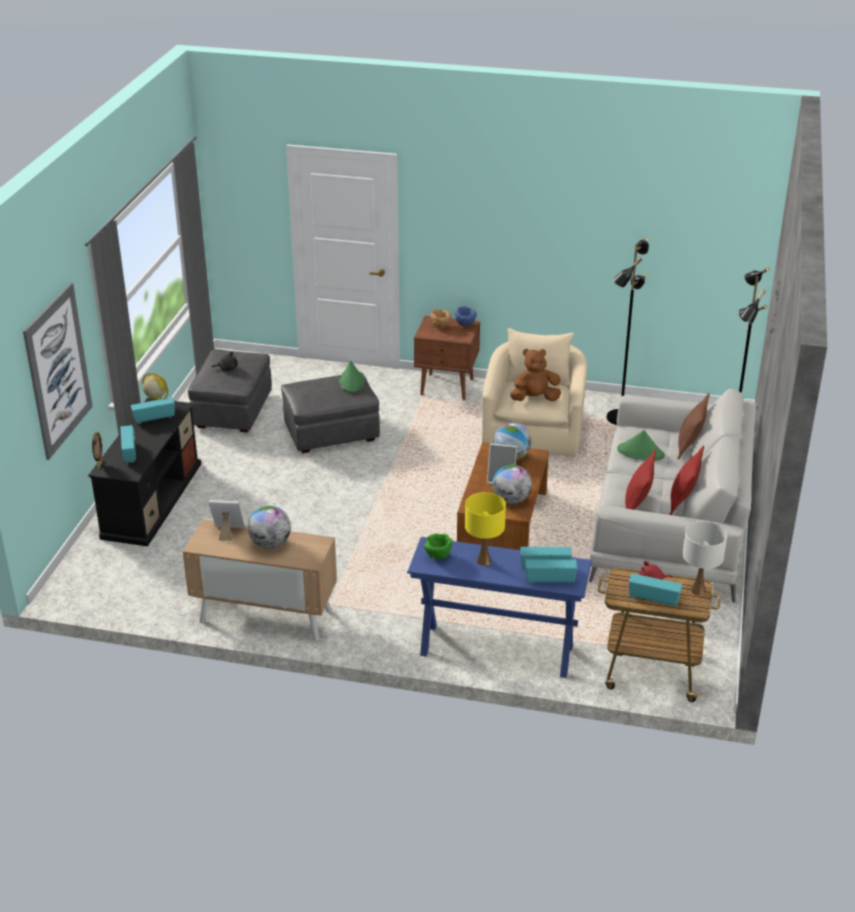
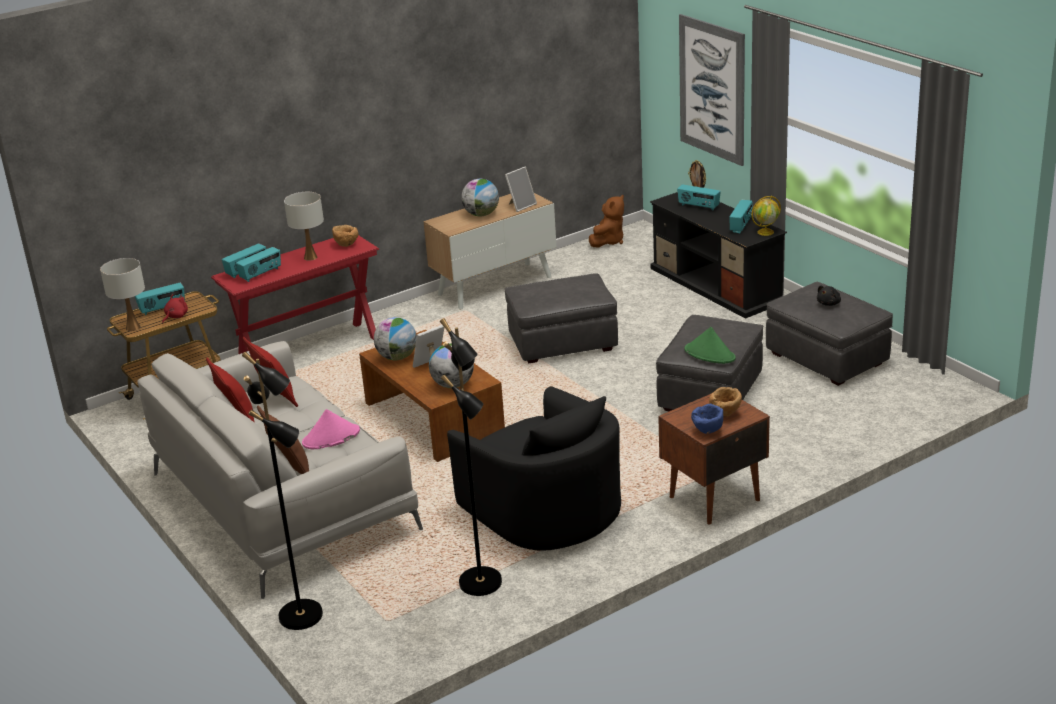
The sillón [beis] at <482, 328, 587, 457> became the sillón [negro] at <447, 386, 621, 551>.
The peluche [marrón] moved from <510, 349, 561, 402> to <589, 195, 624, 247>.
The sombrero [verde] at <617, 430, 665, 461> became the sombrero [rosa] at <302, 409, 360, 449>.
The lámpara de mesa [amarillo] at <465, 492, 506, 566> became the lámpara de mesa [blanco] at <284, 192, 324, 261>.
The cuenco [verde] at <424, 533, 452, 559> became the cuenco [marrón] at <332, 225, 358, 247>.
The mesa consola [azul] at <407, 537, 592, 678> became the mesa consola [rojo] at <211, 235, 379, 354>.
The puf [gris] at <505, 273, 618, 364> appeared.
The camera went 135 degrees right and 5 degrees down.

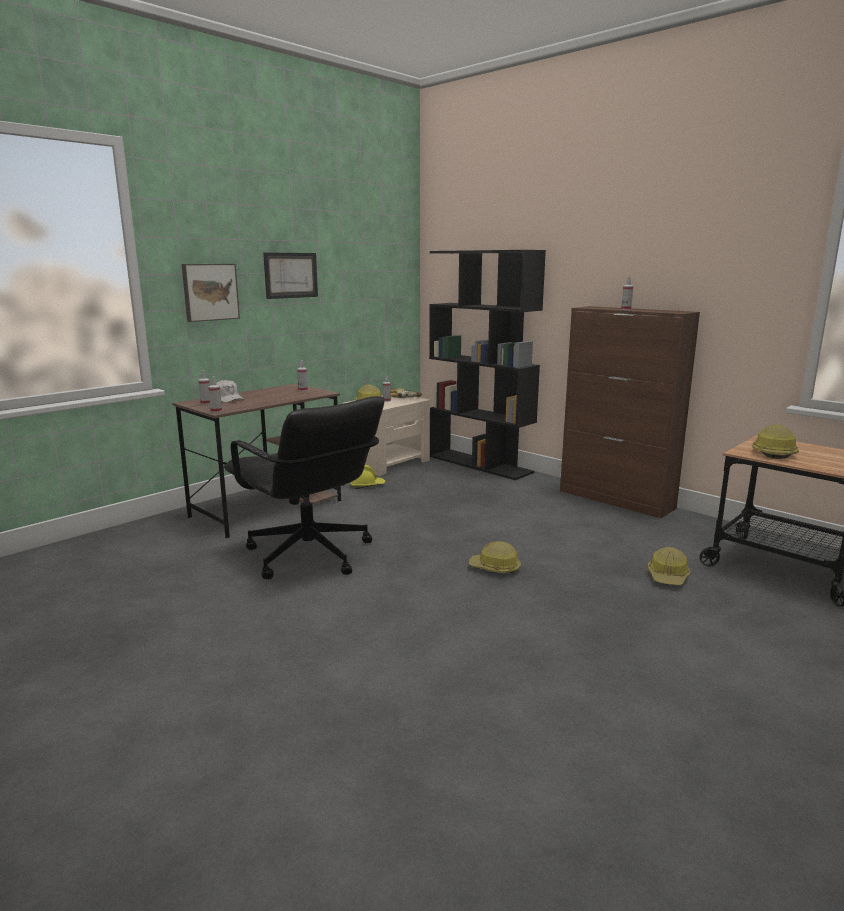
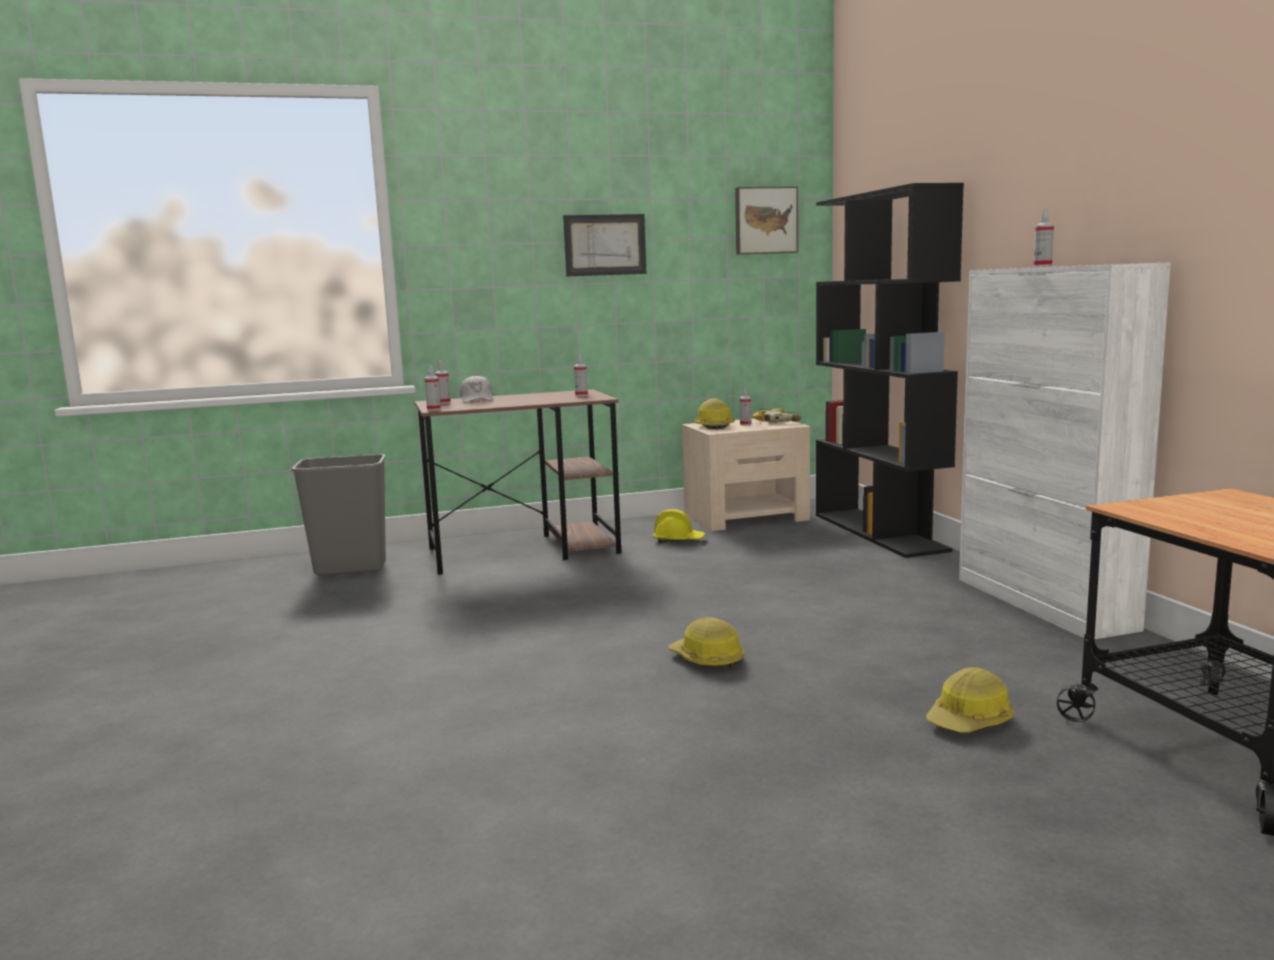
The cuadro moved from <182, 264, 240, 322> to <735, 186, 798, 254>.
The armario [marrón] at <560, 306, 700, 518> became the armario [blanco] at <959, 262, 1171, 639>.
The silla de oficina [negro] at <224, 396, 384, 579> disappeared.
The casco at <752, 424, 799, 459> disappeared.
The papelera [gris] at <292, 454, 386, 576> appeared.
The camera went 30 degrees right and 5 degrees down.

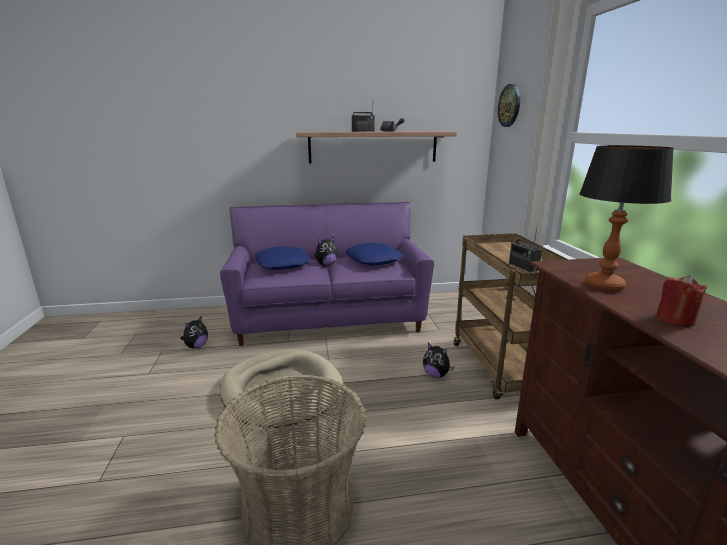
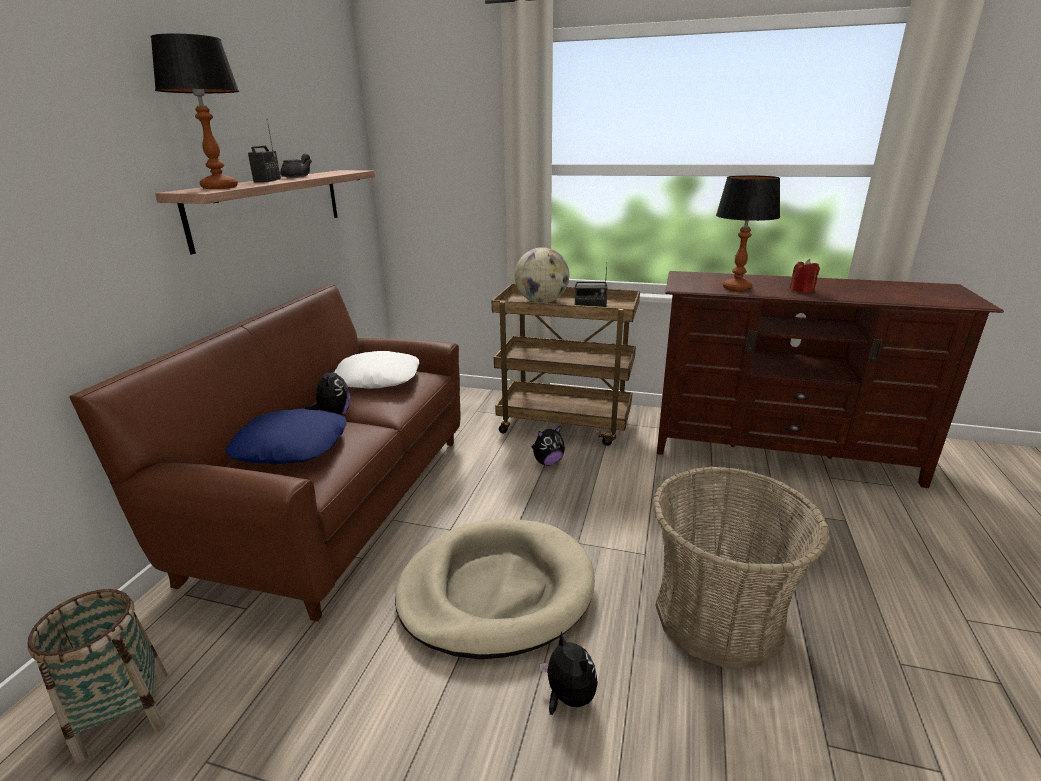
The reloj de pared at <498, 84, 520, 127> disappeared.
The sofá [morado] at <220, 202, 434, 346> became the sofá [marrón] at <69, 284, 460, 622>.
The cojín [azul] at <346, 243, 403, 265> became the cojín [blanco] at <334, 351, 419, 388>.
The peluche moved from <180, 317, 208, 349> to <539, 631, 598, 715>.
The lámpara de mesa at <151, 34, 239, 189> appeared.
The globo terráqueo at <515, 247, 569, 303> appeared.
The cesta at <28, 589, 168, 763> appeared.
The camera went 65 degrees left and 5 degrees up.

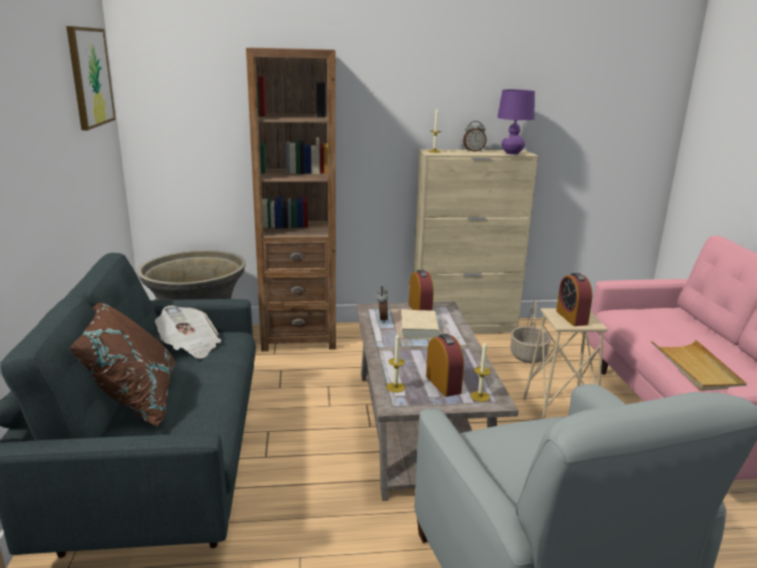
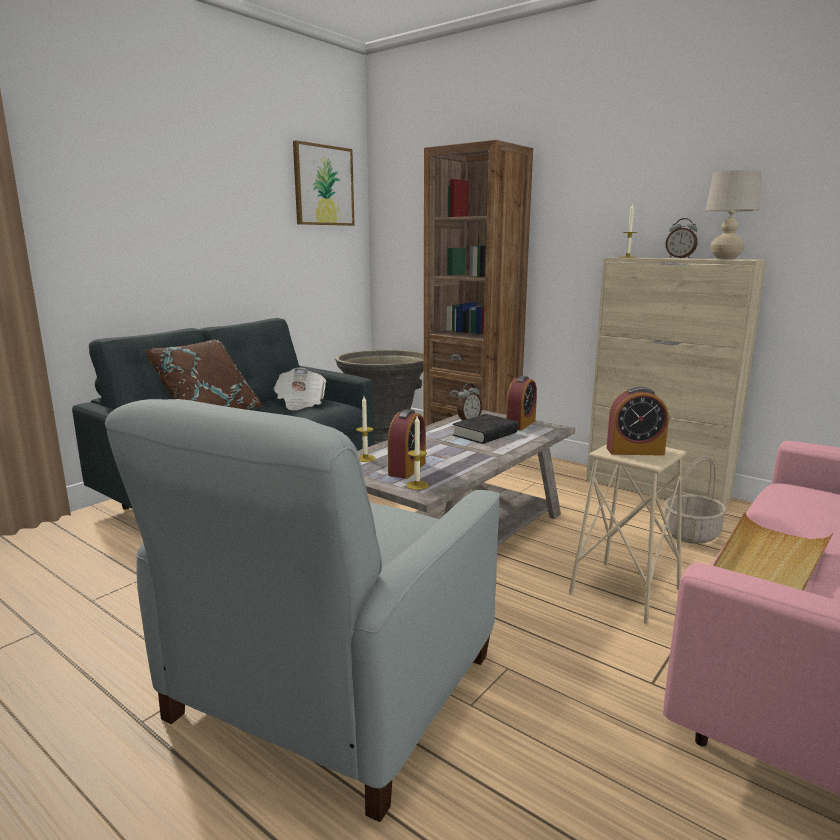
The lámpara de mesa [morado] at <497, 89, 535, 155> became the lámpara de mesa [beis] at <705, 170, 761, 260>.
The despertador at <556, 273, 593, 326> turned 120 degrees counterclockwise.
The libro [beis] at <401, 310, 440, 339> became the libro [negro] at <453, 414, 518, 444>.
The camera went 45 degrees right and 5 degrees down.

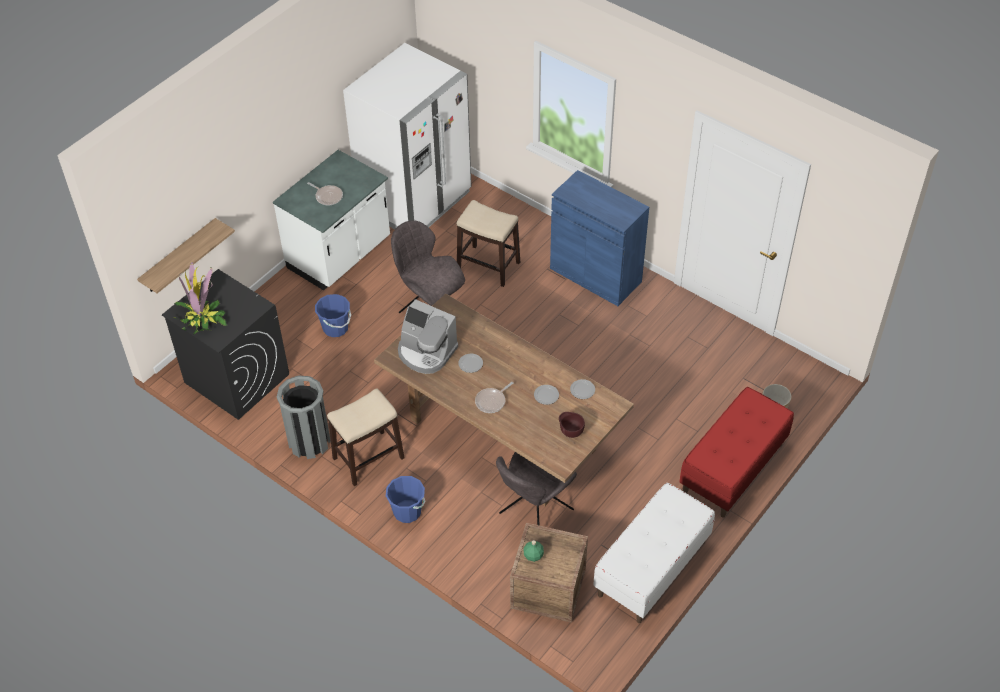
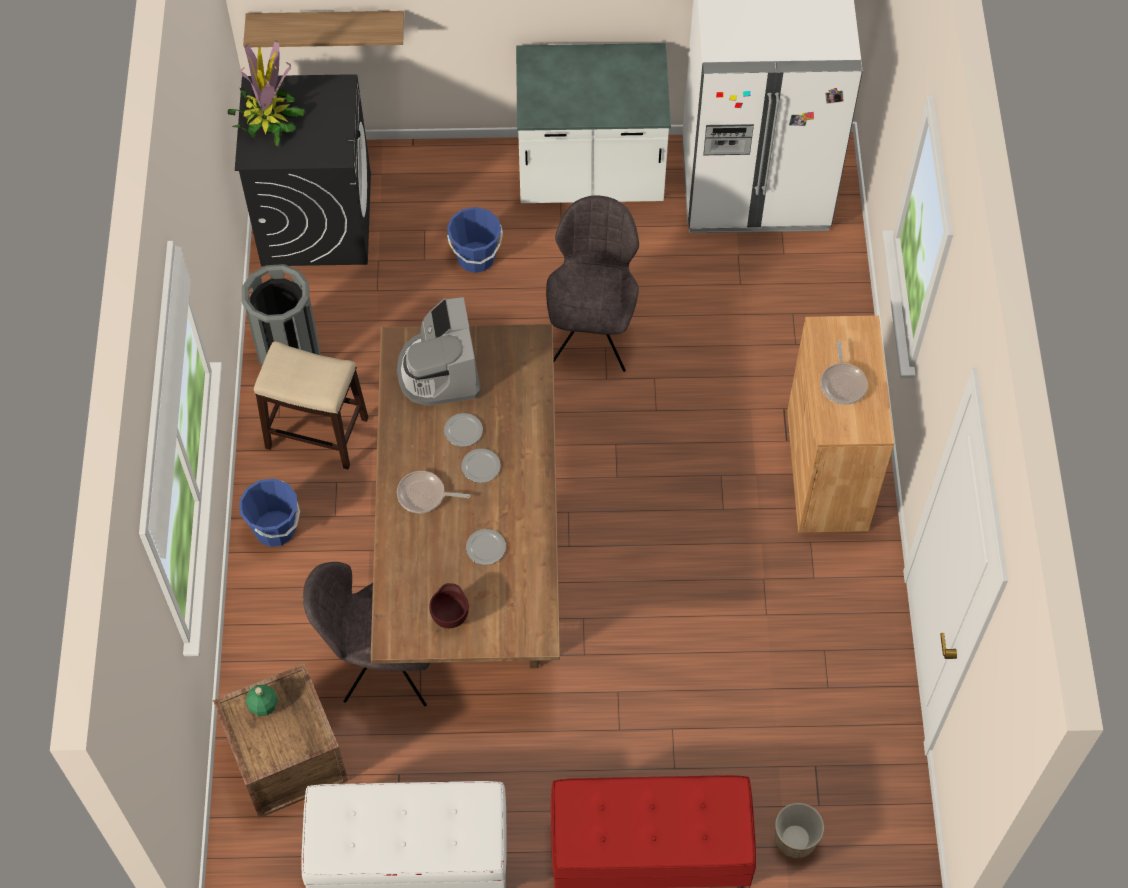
The armario [azul] at <550, 170, 649, 306> became the armario [marrón] at <787, 315, 894, 533>.
The sartén moved from <307, 182, 343, 206> to <820, 341, 868, 405>.
The taburete at <457, 200, 520, 287> disappeared.
The plato moved from <570, 379, 595, 399> to <461, 449, 501, 483>.
The camera went 50 degrees right and 10 degrees up.

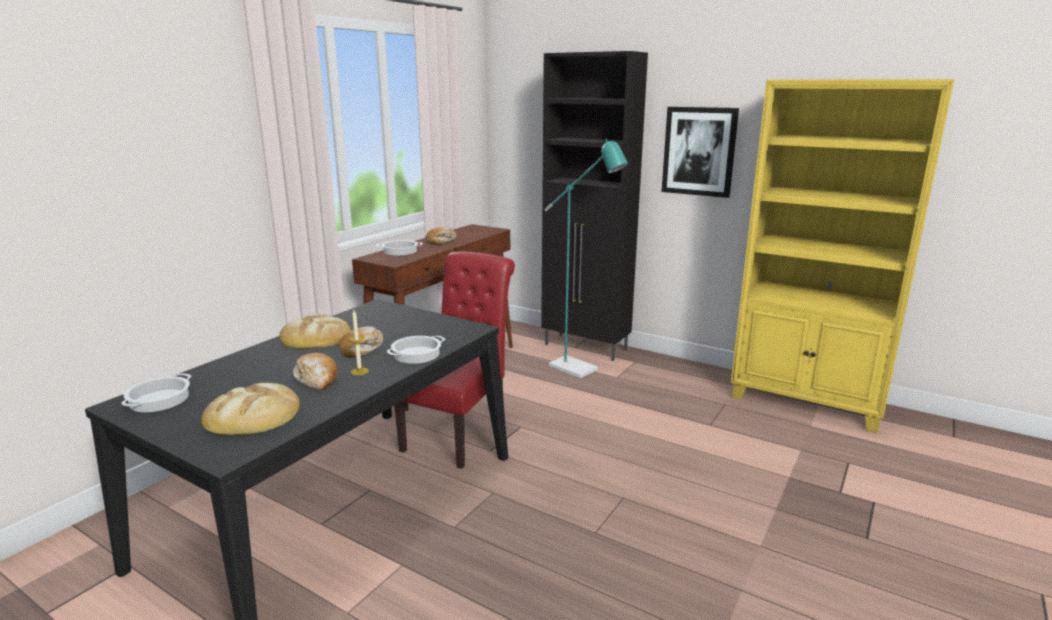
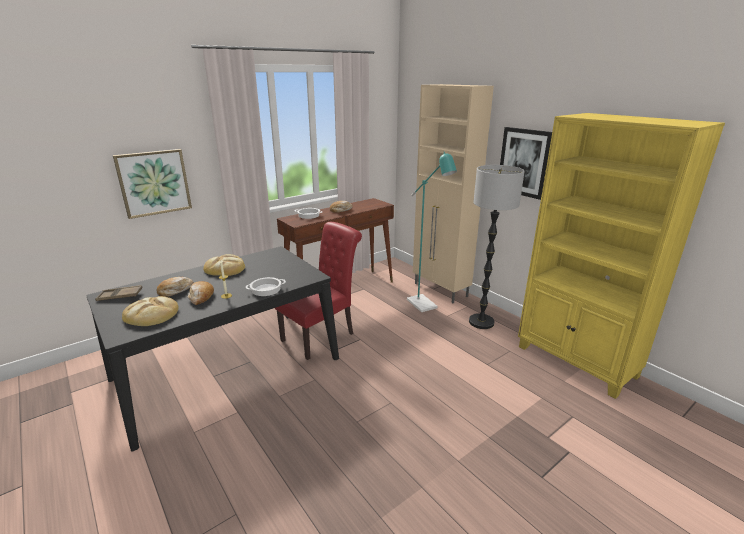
The armario [negro] at <541, 51, 648, 361> became the armario [beis] at <413, 84, 494, 303>.
The pan moved from <339, 326, 383, 358> to <157, 277, 194, 297>.
The olla at <121, 374, 191, 412> was replaced by the bandeja [marrón] at <95, 285, 143, 301>.
The cuadro at <113, 149, 192, 219> appeared.
The lámpara de pie at <469, 165, 525, 329> appeared.
The camera went 20 degrees right and 5 degrees up.

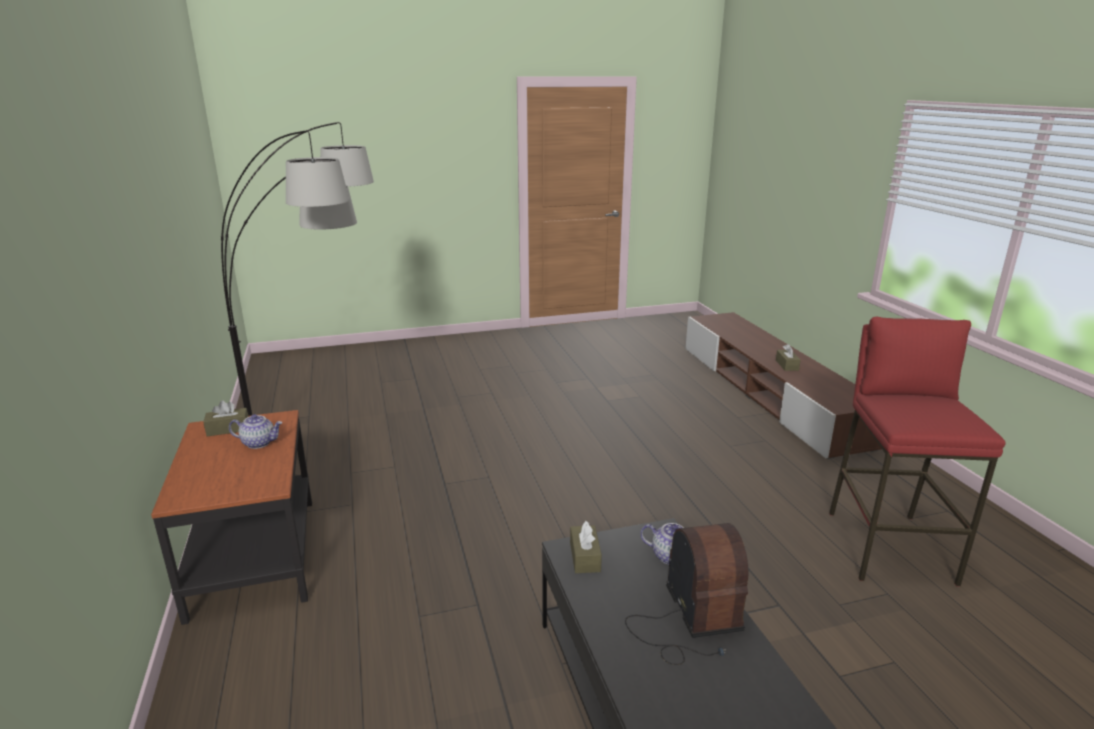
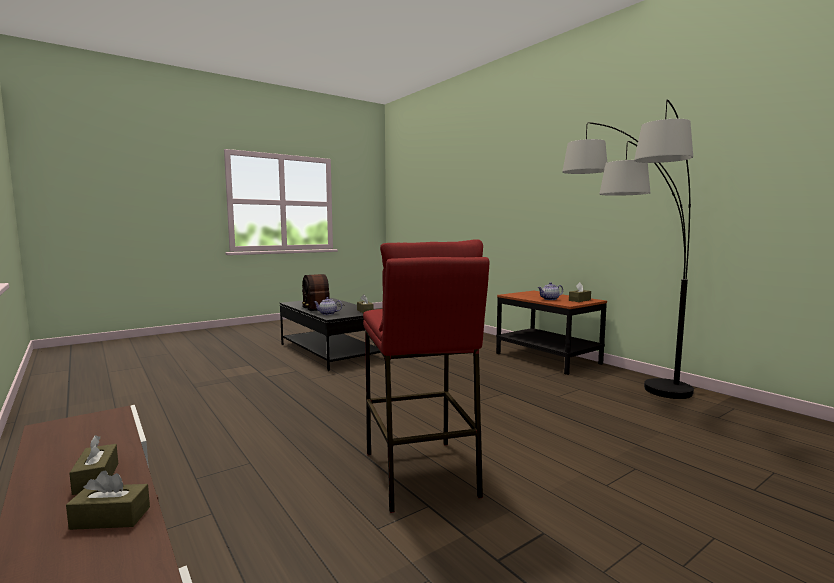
The taburete [rojo] moved from <829, 316, 1006, 587> to <363, 239, 489, 513>.
The caja de pañuelos [marrón] at <66, 471, 150, 530> appeared.
The camera went 160 degrees right and 15 degrees down.

